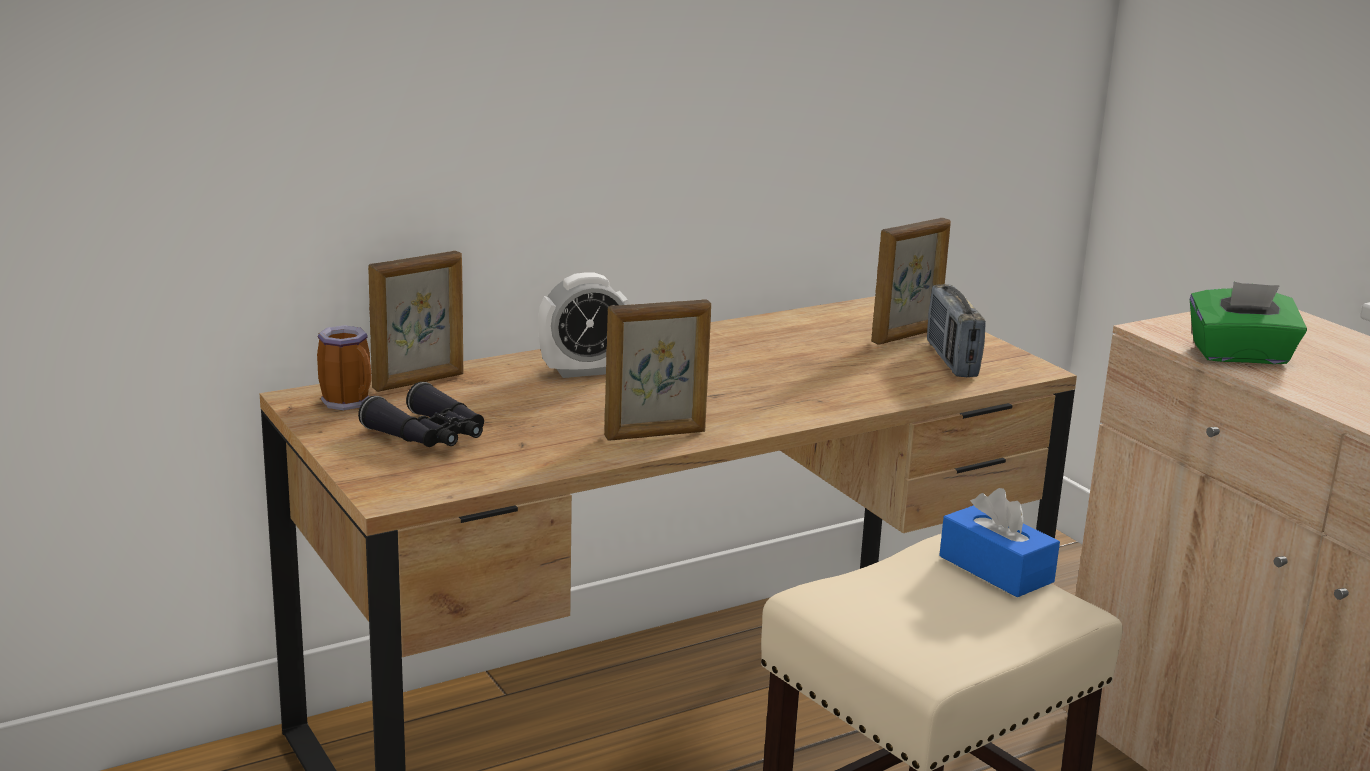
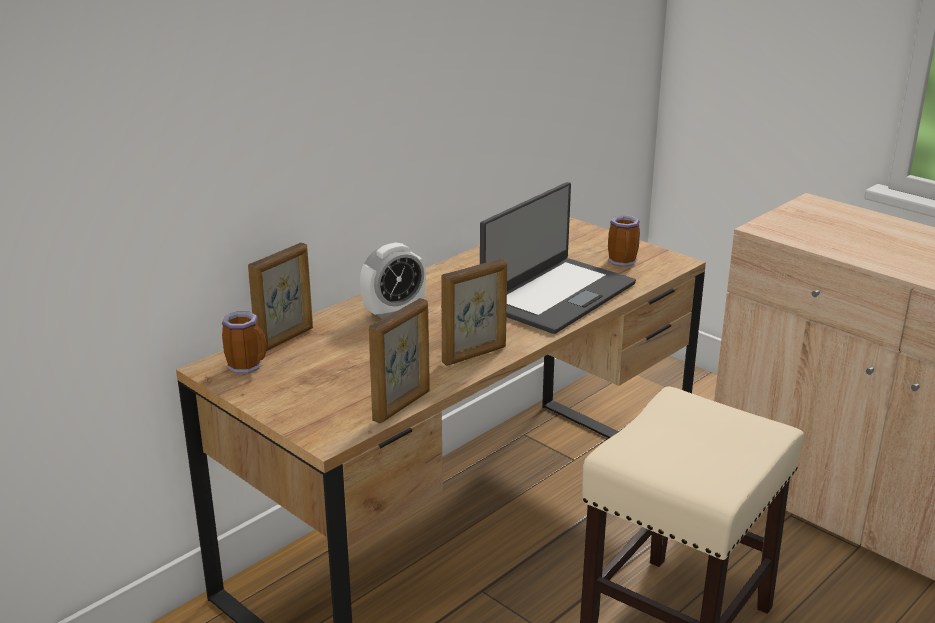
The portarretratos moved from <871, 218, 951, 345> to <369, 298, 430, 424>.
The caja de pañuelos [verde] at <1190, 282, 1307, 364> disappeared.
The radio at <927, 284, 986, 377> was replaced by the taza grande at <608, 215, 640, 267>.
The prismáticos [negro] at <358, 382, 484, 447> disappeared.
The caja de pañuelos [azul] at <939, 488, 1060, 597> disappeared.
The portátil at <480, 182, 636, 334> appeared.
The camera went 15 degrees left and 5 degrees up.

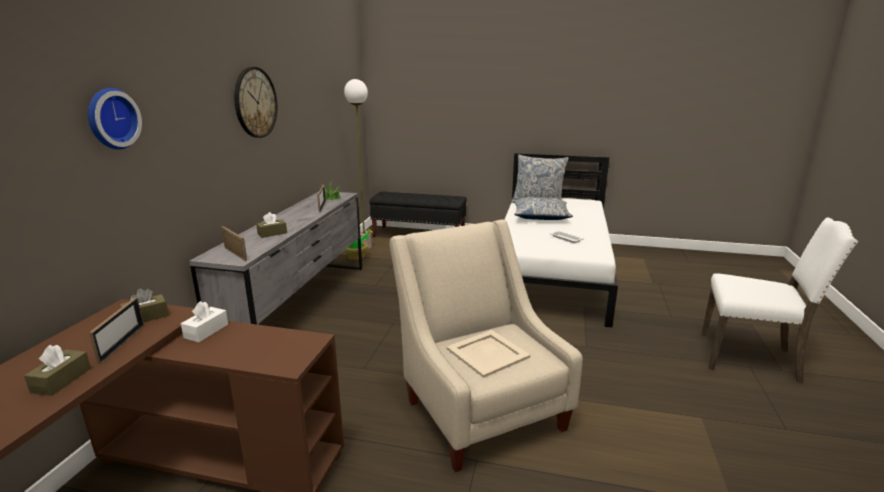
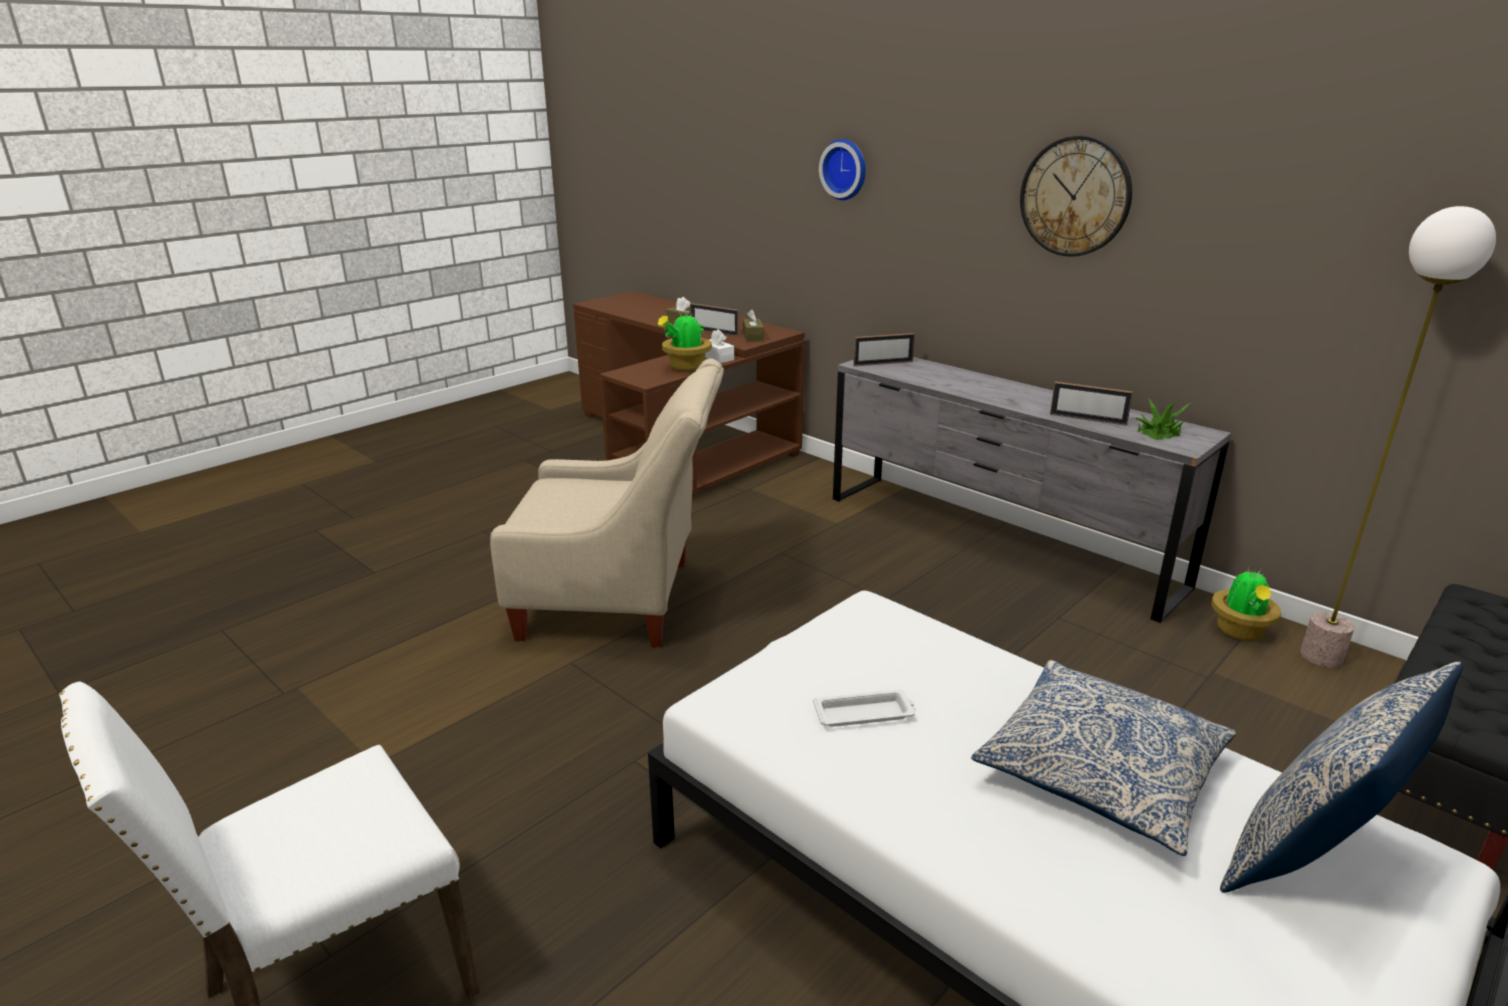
The caja de pañuelos [marrón] at <256, 212, 287, 238> disappeared.
The bandeja [beis] at <447, 330, 530, 378> disappeared.
The planta en maceta at <657, 312, 712, 371> appeared.
The camera went 120 degrees right and 5 degrees up.

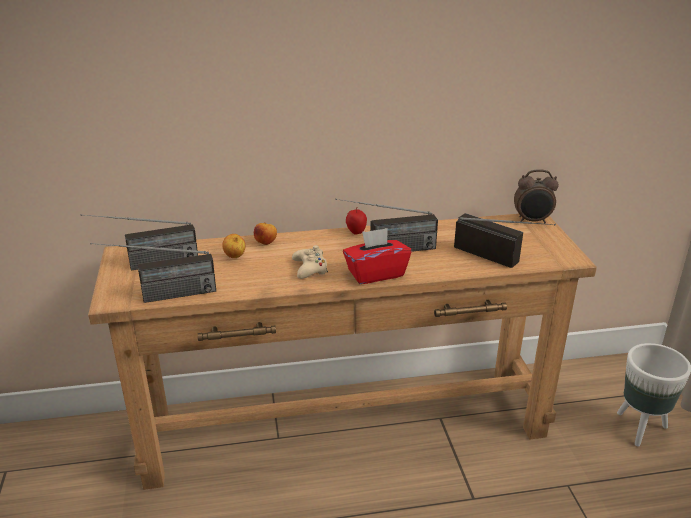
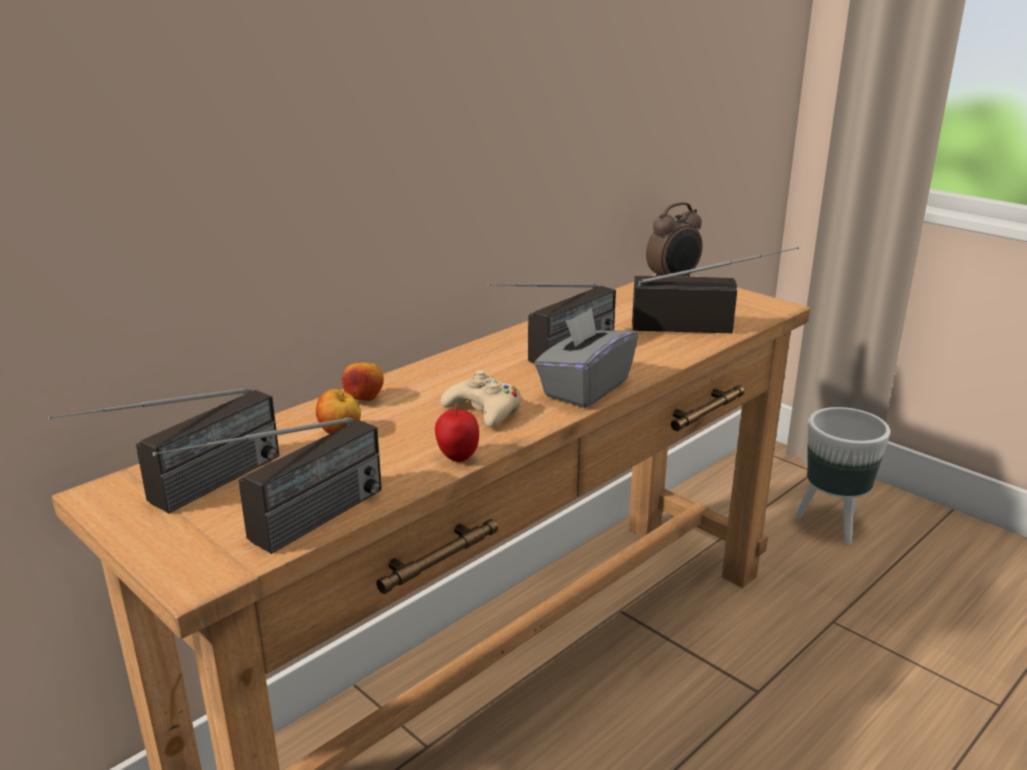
The manzana moved from <346, 207, 367, 235> to <435, 403, 479, 462>.
The caja de pañuelos [rojo] at <343, 228, 411, 284> became the caja de pañuelos [gris] at <534, 308, 638, 408>.
The camera went 35 degrees left and 5 degrees down.

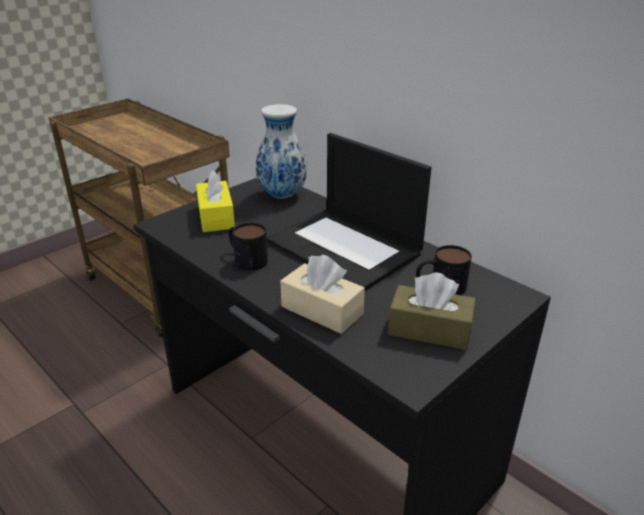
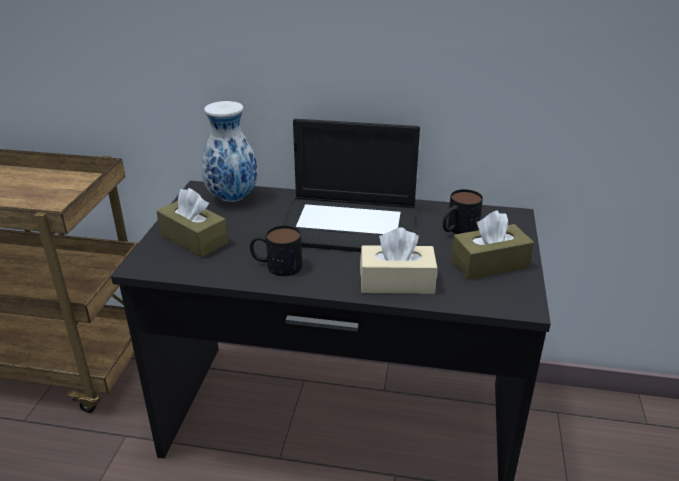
The caja de pañuelos [amarillo] at <196, 171, 235, 232> became the caja de pañuelos [marrón] at <156, 188, 228, 257>.
The camera went 35 degrees left and 0 degrees up.

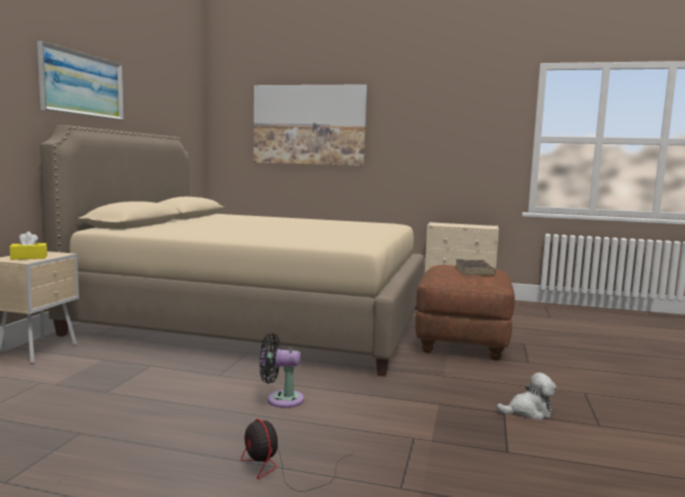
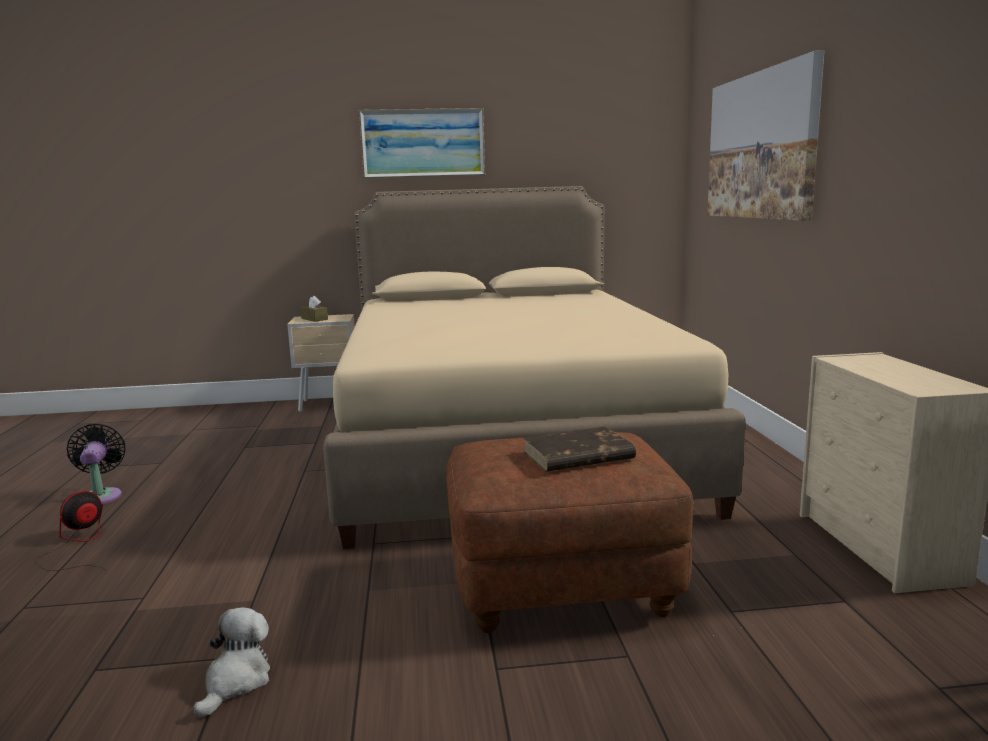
The caja de pañuelos [amarillo] at <10, 232, 47, 260> became the caja de pañuelos [marrón] at <300, 296, 328, 322>.
The ventilador [negro] moved from <260, 333, 304, 408> to <67, 424, 125, 504>.
The peluche at <496, 373, 556, 420> turned 135 degrees counterclockwise.
The camera went 70 degrees right and 5 degrees up.

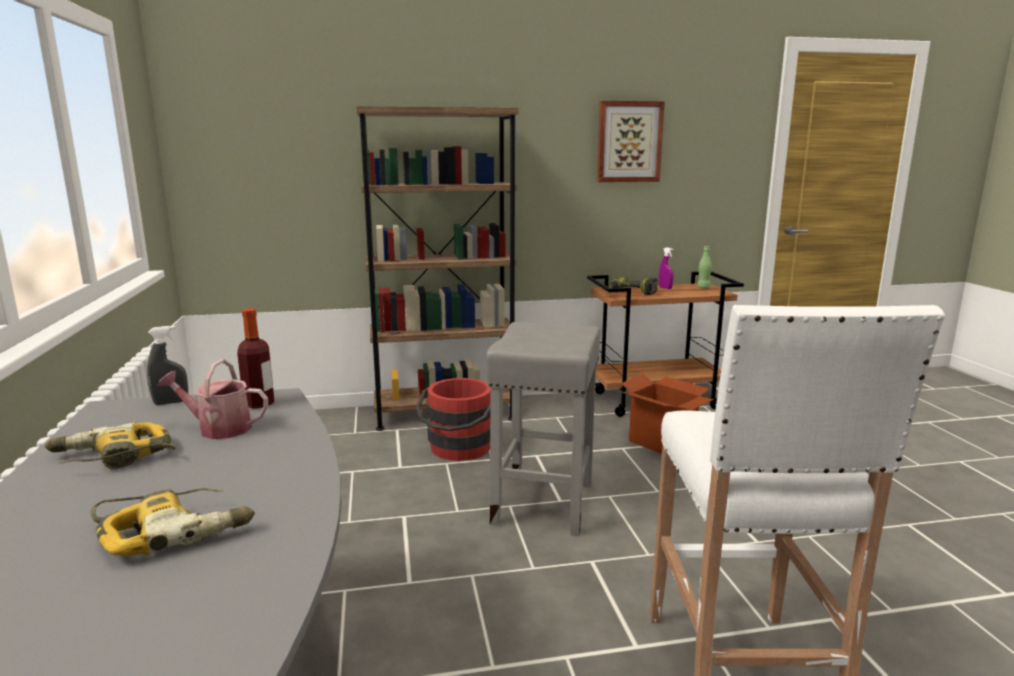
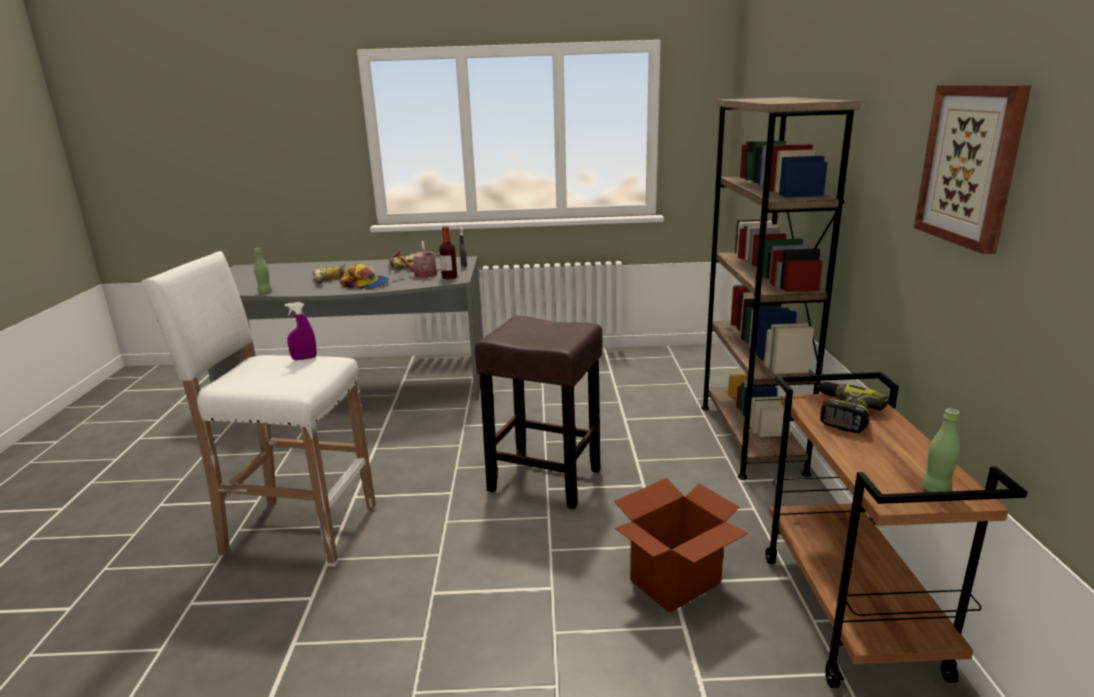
The pulverizador [morado] moved from <659, 247, 673, 289> to <285, 302, 316, 360>.
The taburete [gris] at <486, 322, 600, 536> became the taburete [marrón] at <475, 316, 603, 509>.
The regadera at <157, 359, 268, 439> turned 120 degrees counterclockwise.
The cubo [rojo] at <416, 378, 491, 461> disappeared.
The botella [verde] at <254, 248, 272, 293> appeared.
The gorra at <340, 263, 389, 289> appeared.
The camera went 100 degrees right and 5 degrees up.

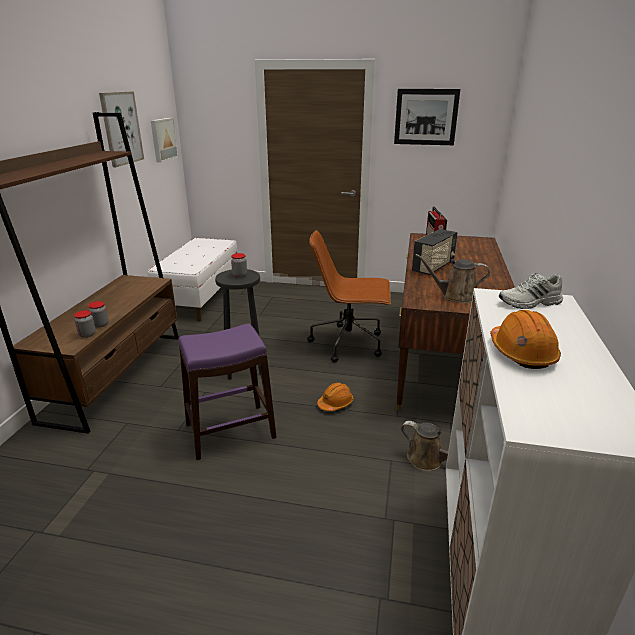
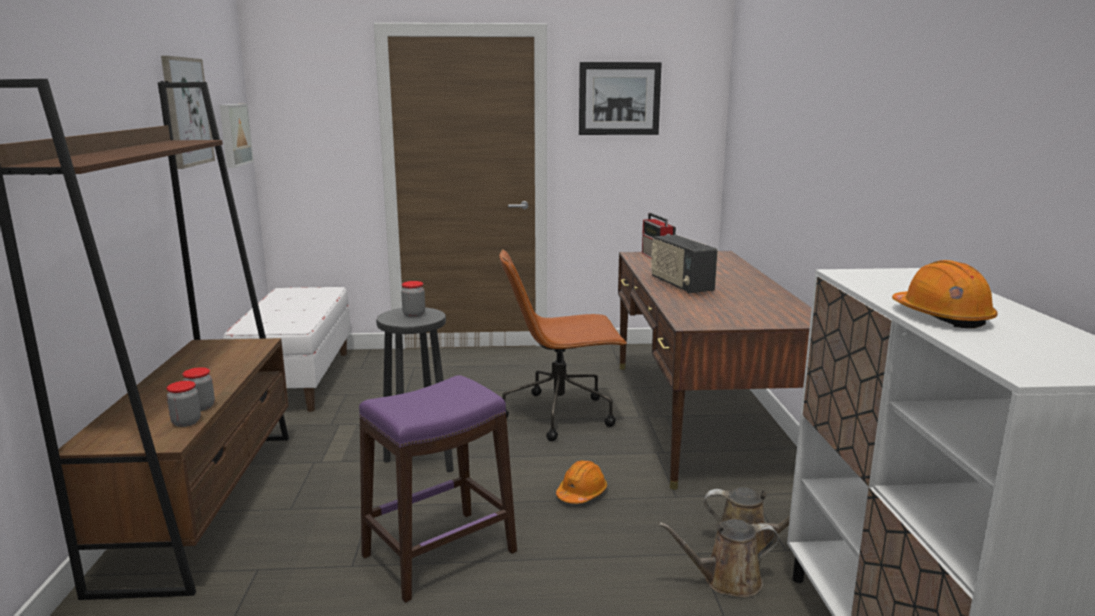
The radio at <412, 229, 457, 275> turned 135 degrees clockwise.
The regadera [marrón] moved from <415, 254, 490, 303> to <658, 519, 779, 598>.
The zapato [blanco] at <499, 273, 563, 309> disappeared.
The camera went 15 degrees left and 10 degrees down.

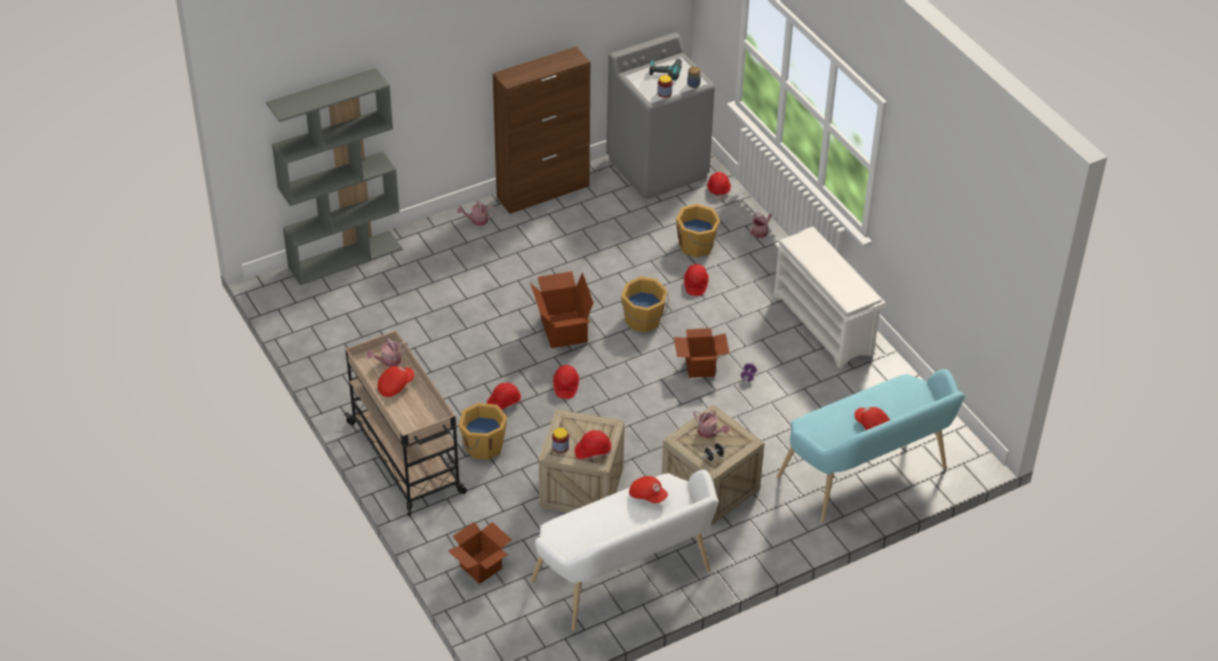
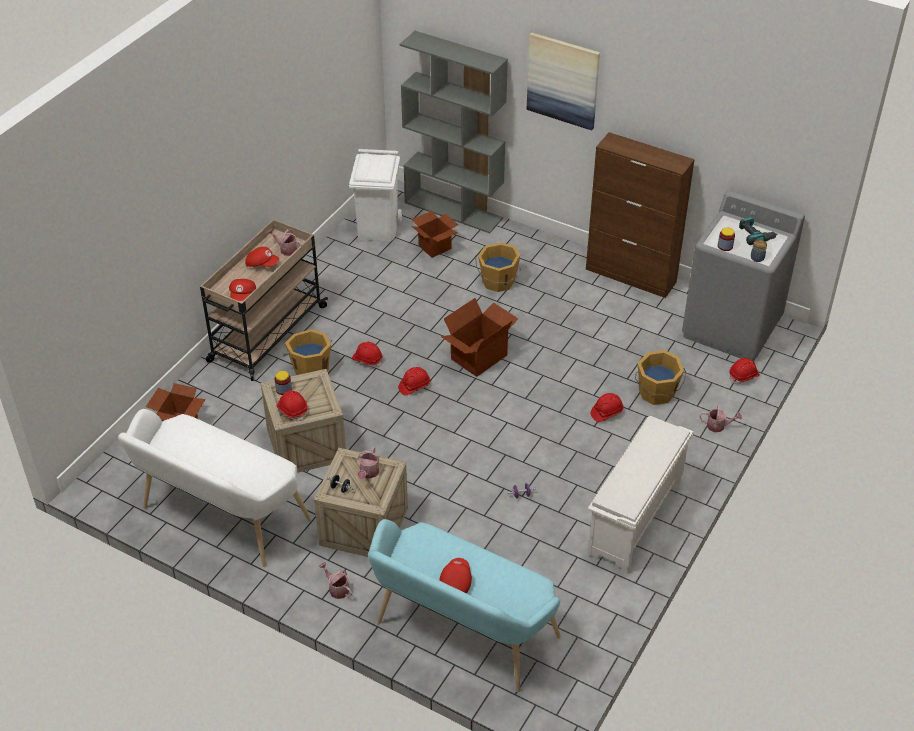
The regadera moved from <457, 200, 496, 226> to <319, 562, 352, 599>.
The cubo [naranja] moved from <621, 276, 669, 332> to <475, 243, 521, 292>.
The caja de cartón moved from <674, 328, 729, 378> to <412, 211, 458, 258>.
The gorra [rojo] moved from <629, 476, 668, 503> to <229, 279, 256, 301>.
The cuadro at <527, 33, 600, 130> appeared.
The papelera [blanco] at <349, 149, 402, 241> appeared.
The camera went 60 degrees right and 0 degrees up.

